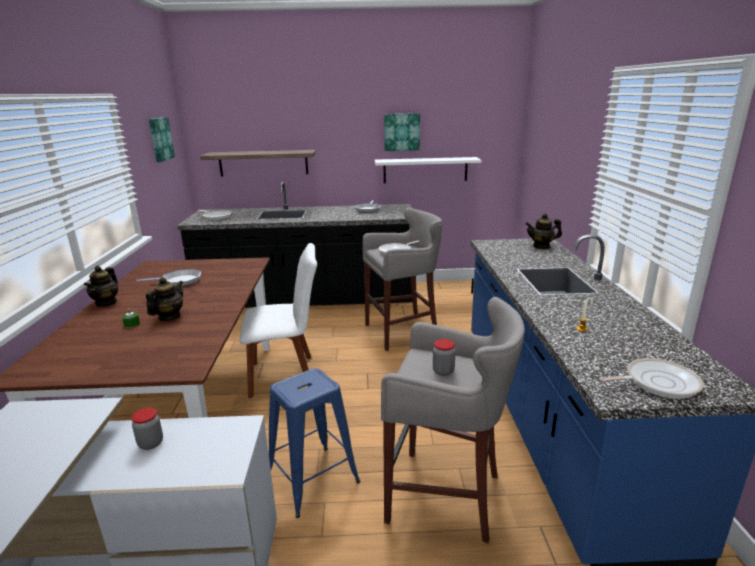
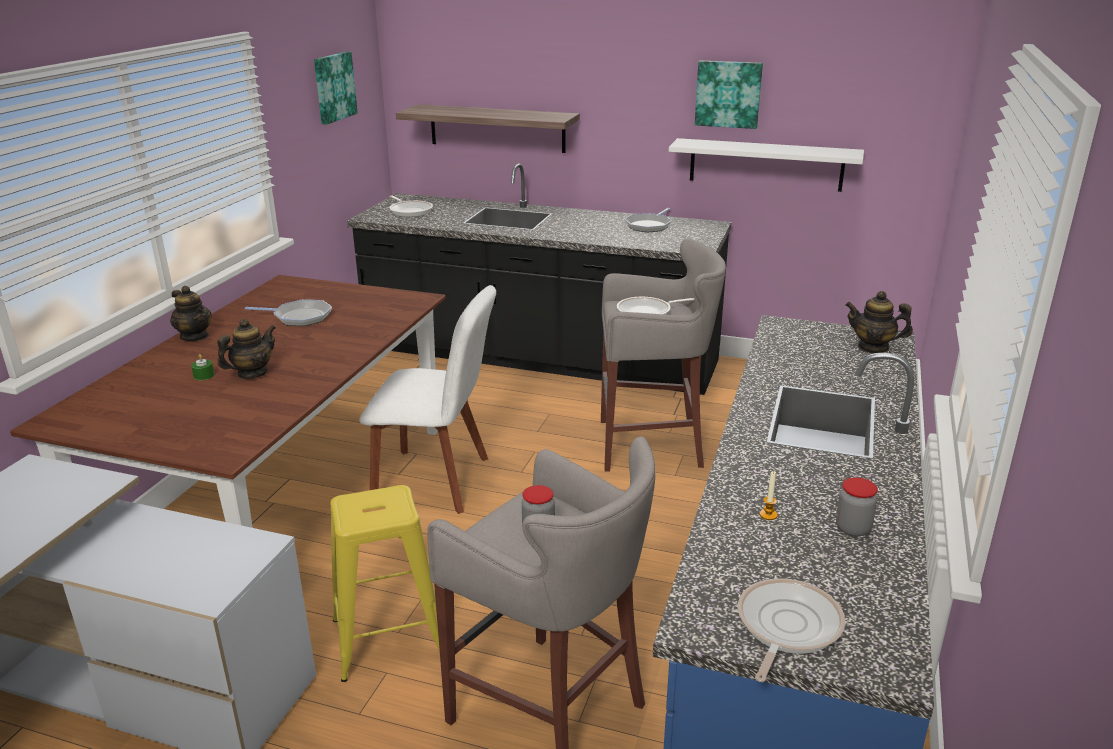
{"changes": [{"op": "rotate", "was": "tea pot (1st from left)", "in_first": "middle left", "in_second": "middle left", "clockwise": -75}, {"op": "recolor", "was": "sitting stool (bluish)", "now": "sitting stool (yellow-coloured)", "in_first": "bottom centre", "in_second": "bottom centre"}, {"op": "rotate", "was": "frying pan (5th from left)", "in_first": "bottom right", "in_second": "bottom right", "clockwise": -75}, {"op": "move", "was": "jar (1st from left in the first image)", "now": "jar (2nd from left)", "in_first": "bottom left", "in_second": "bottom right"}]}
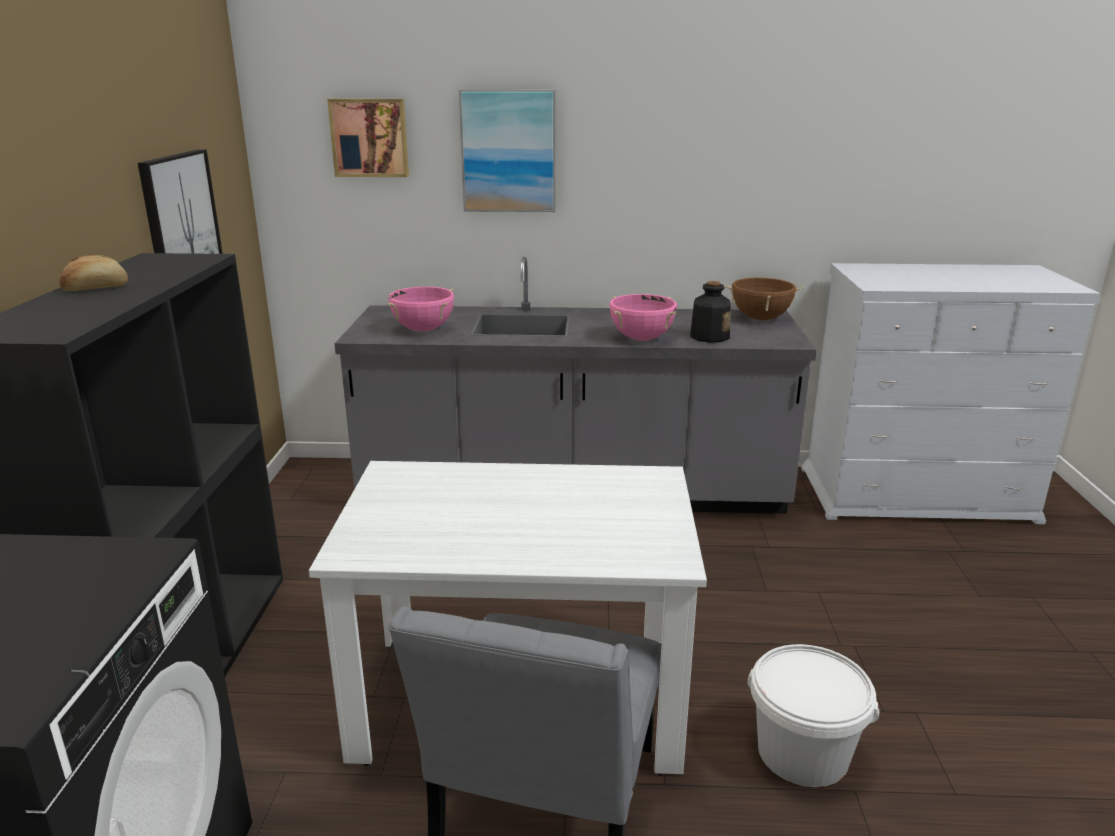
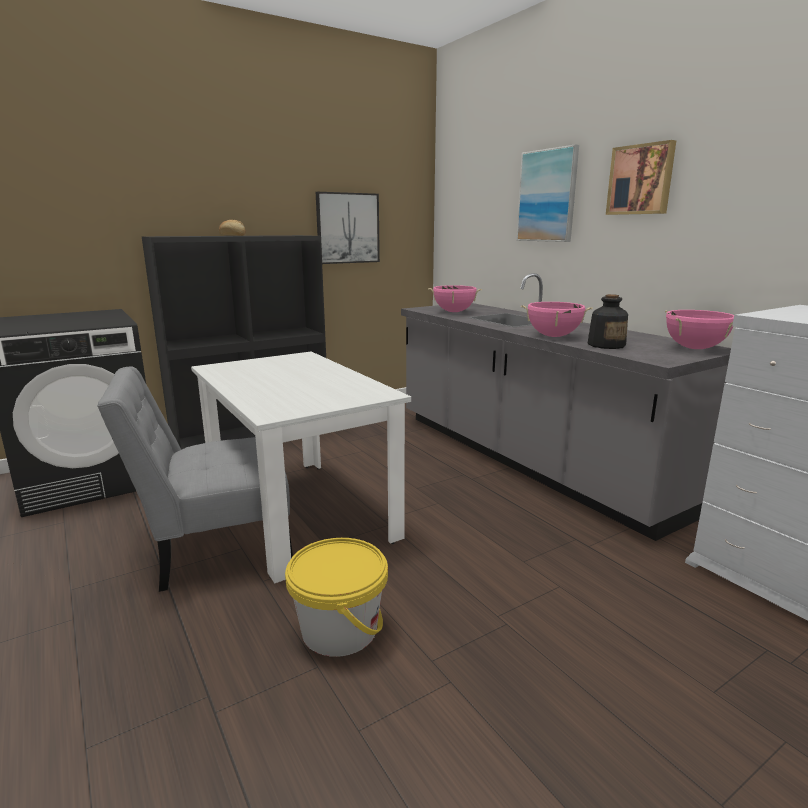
{"changes": [{"op": "recolor", "was": "pail (white)", "now": "pail (yellow-coloured)", "in_first": "bottom right", "in_second": "bottom centre"}, {"op": "move", "was": "picture (2nd from left in the first image)", "now": "picture (3rd from left)", "in_first": "top left", "in_second": "top right"}, {"op": "recolor", "was": "cooking pot (brown)", "now": "cooking pot (pinkish) (3rd from left)", "in_first": "middle right", "in_second": "middle right"}]}
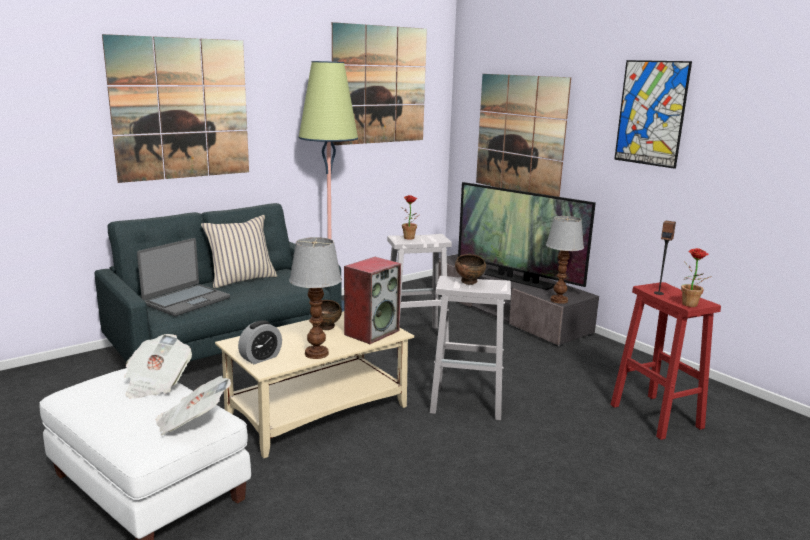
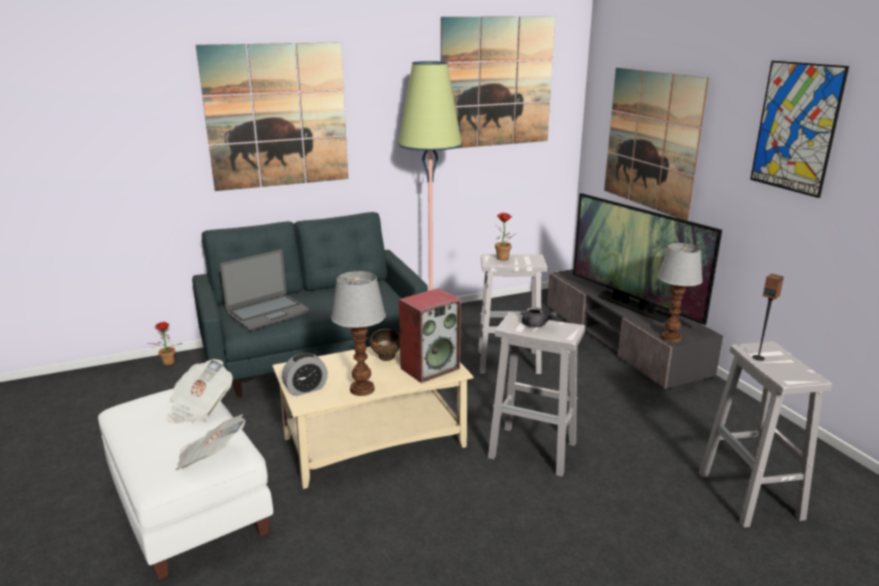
{"changes": [{"op": "move", "was": "potted plant (2nd from left in the first image)", "now": "potted plant (1st from left)", "in_first": "middle right", "in_second": "middle left"}, {"op": "replace", "was": "bowl (brown) (2nd from left)", "now": "tea pot (greyish)", "in_first": "centre", "in_second": "centre"}, {"op": "recolor", "was": "sitting stool (red-coloured)", "now": "sitting stool (white) (3rd from left)", "in_first": "bottom right", "in_second": "bottom right"}, {"op": "delete", "was": "throw pillow (beige)", "in_first": "middle left"}]}
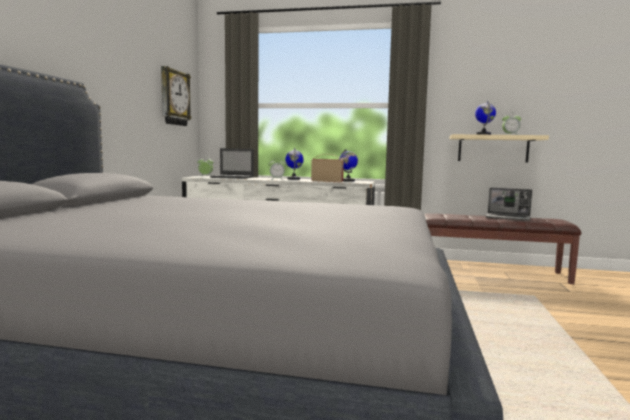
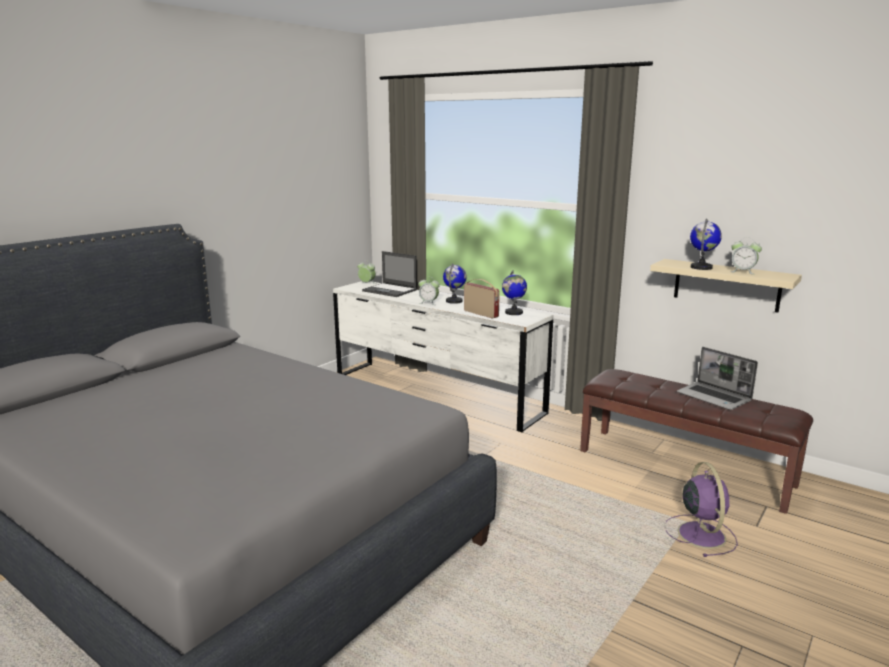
{"changes": [{"op": "insert", "now": "electric fan (purple)", "in_second": "bottom right"}, {"op": "delete", "was": "hanging clock", "in_first": "top left"}]}
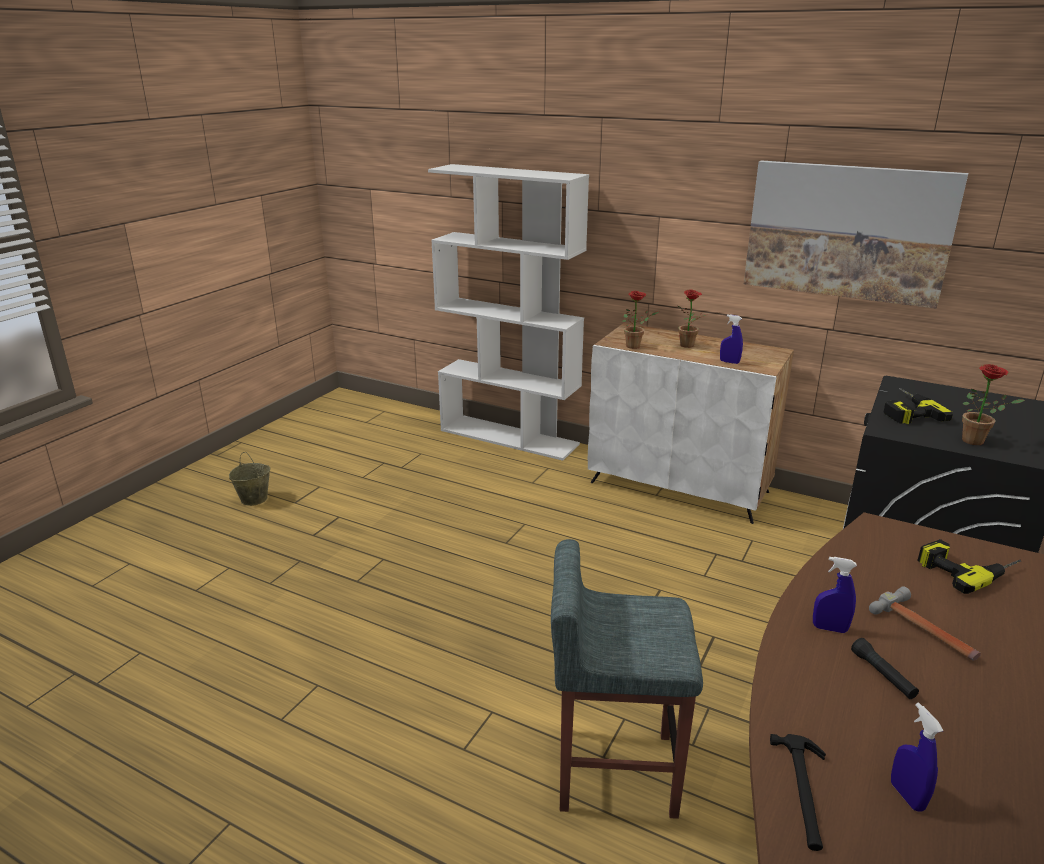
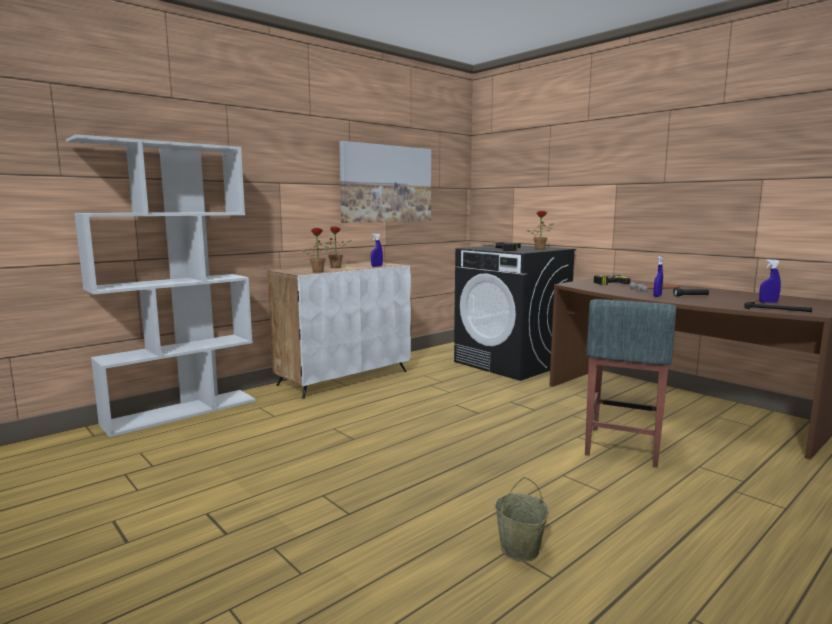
{"changes": [{"op": "move", "was": "pail (beige)", "in_first": "middle left", "in_second": "bottom centre"}]}
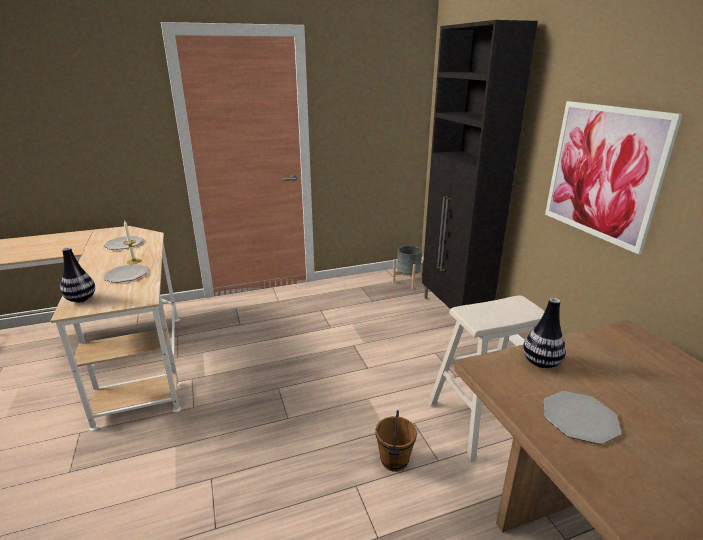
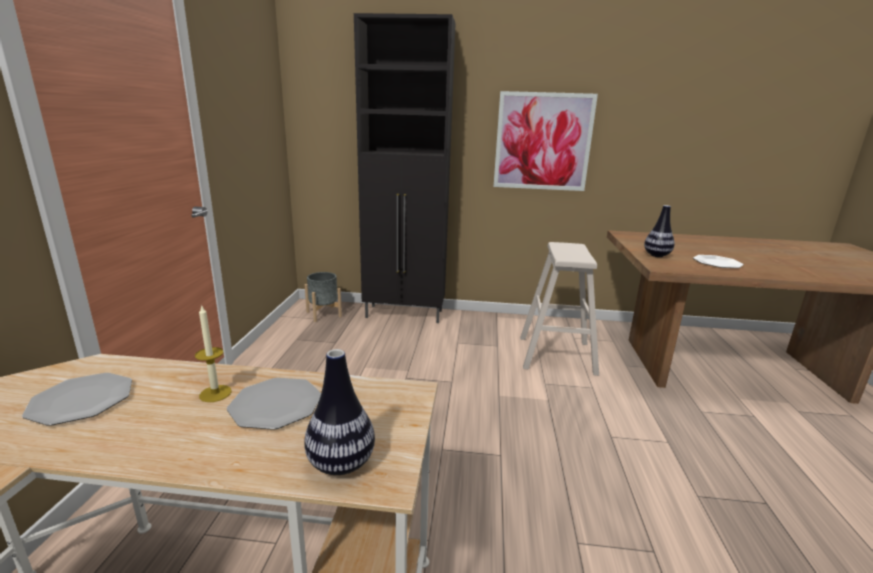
{"changes": [{"op": "delete", "was": "pail (brown)", "in_first": "bottom centre"}]}
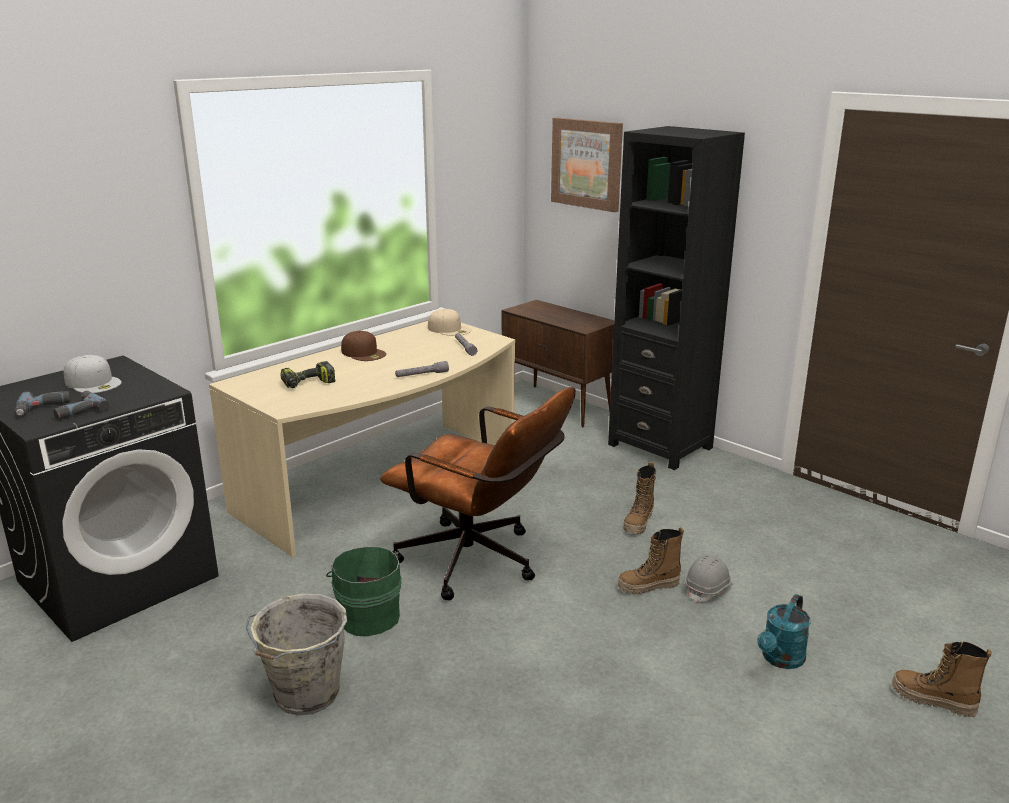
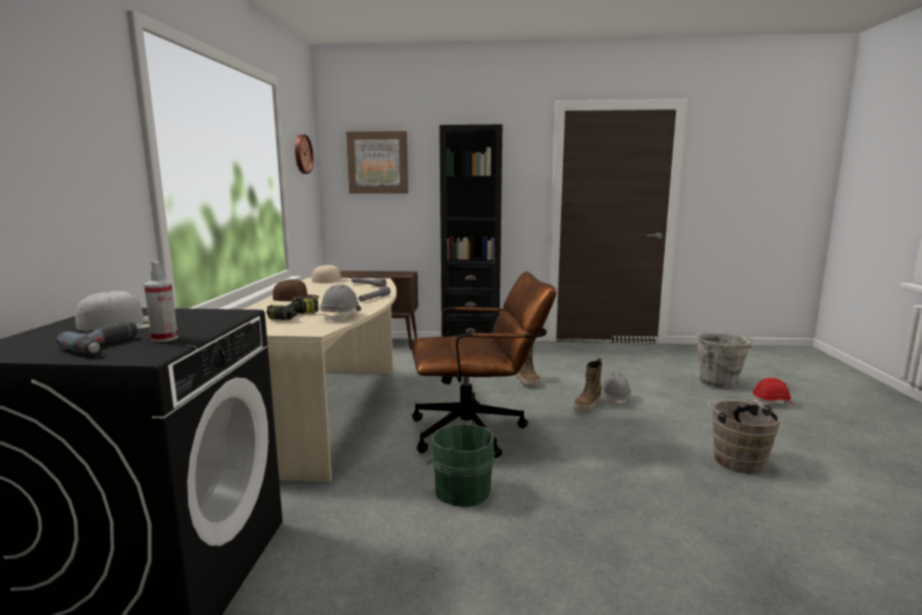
{"changes": [{"op": "replace", "was": "electric drill (2nd from left)", "now": "sprayer", "in_first": "middle left", "in_second": "middle left"}, {"op": "insert", "now": "hanging clock", "in_second": "top left"}, {"op": "insert", "now": "hard hat (greyish) (1st from left)", "in_second": "centre"}, {"op": "move", "was": "pail (greyish)", "in_first": "bottom left", "in_second": "middle right"}, {"op": "insert", "now": "pail (brown)", "in_second": "bottom right"}, {"op": "replace", "was": "tall boot (3rd from left)", "now": "hard hat (red-coloured)", "in_first": "bottom right", "in_second": "middle right"}, {"op": "delete", "was": "sprinkling can (turquoise)", "in_first": "bottom right"}]}
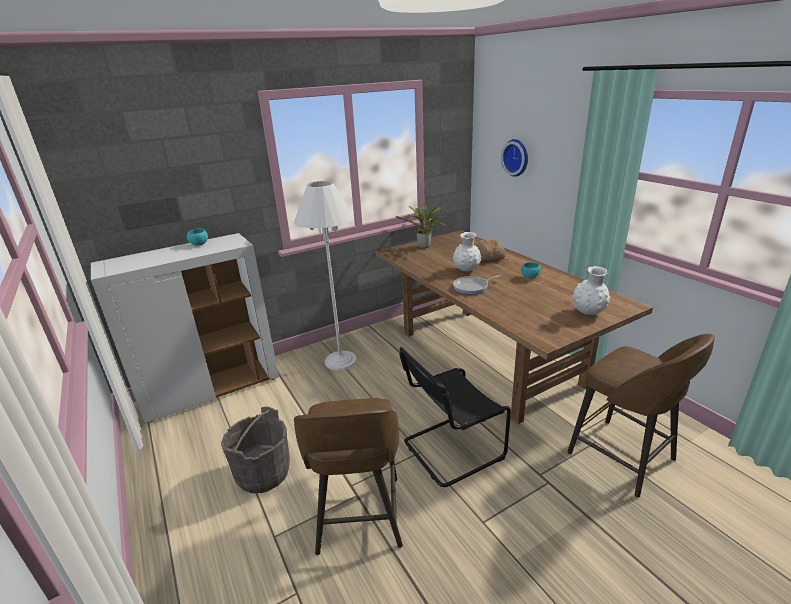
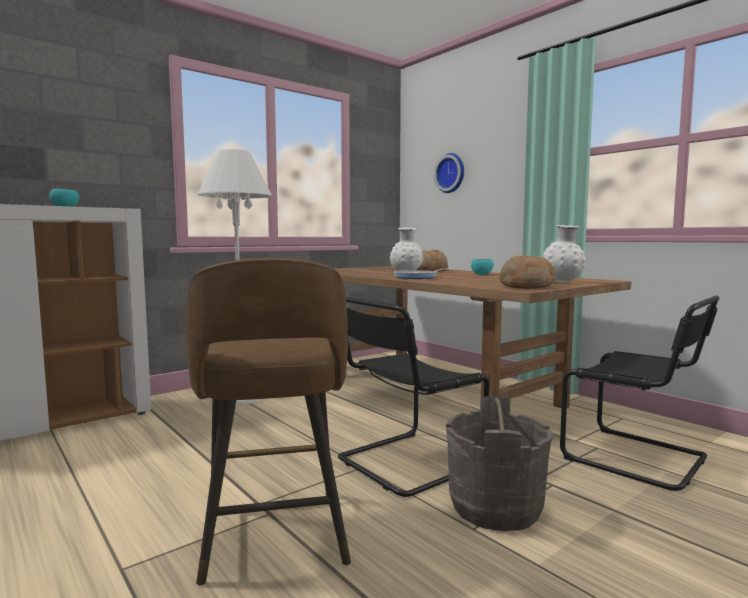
{"changes": [{"op": "move", "was": "pail (greyish)", "in_first": "bottom left", "in_second": "bottom right"}, {"op": "insert", "now": "bread (2nd from left)", "in_second": "middle right"}, {"op": "replace", "was": "sitting stool (brown) (2nd from left)", "now": "upright chair (black) (2nd from left)", "in_first": "bottom right", "in_second": "middle right"}, {"op": "delete", "was": "potted plant", "in_first": "centre"}]}
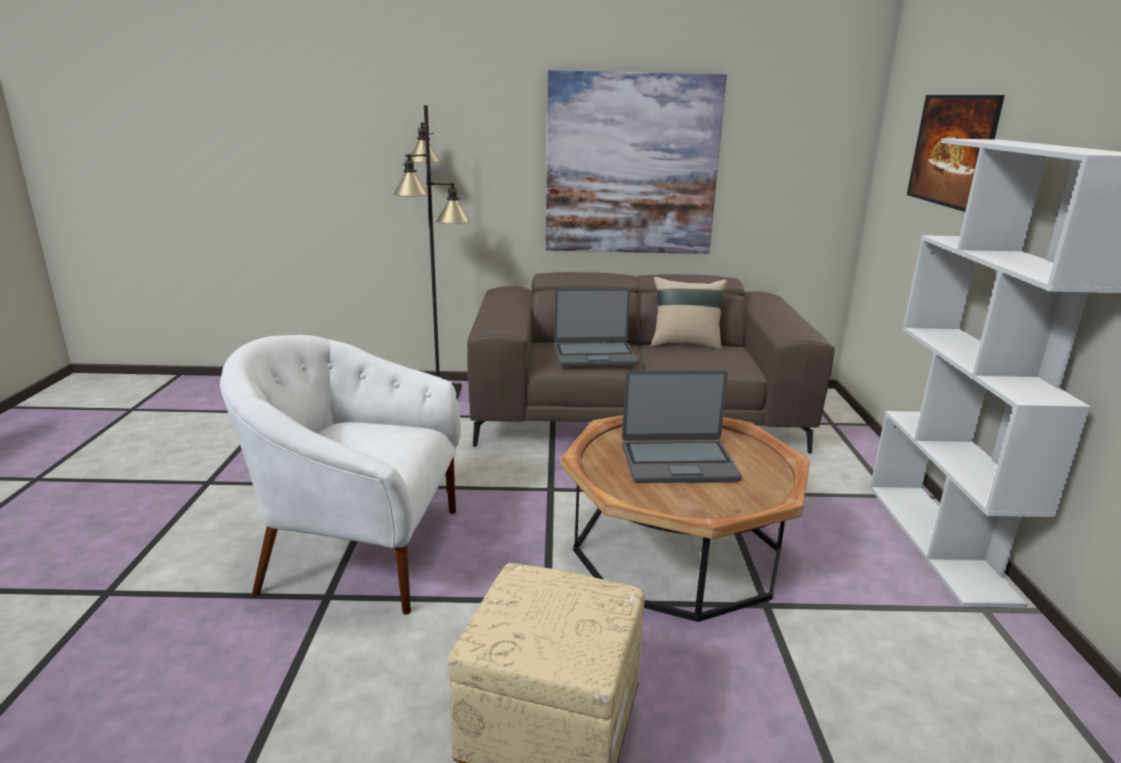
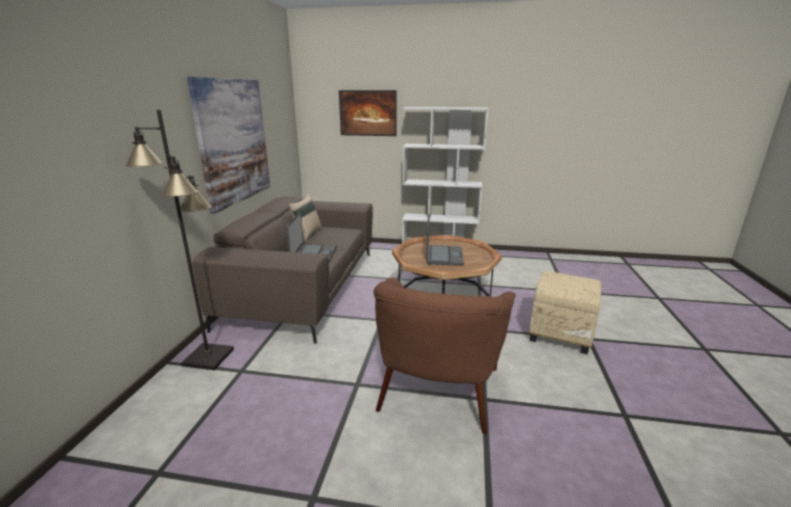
{"changes": [{"op": "recolor", "was": "armchair (white)", "now": "armchair (brown)", "in_first": "middle left", "in_second": "bottom centre"}]}
